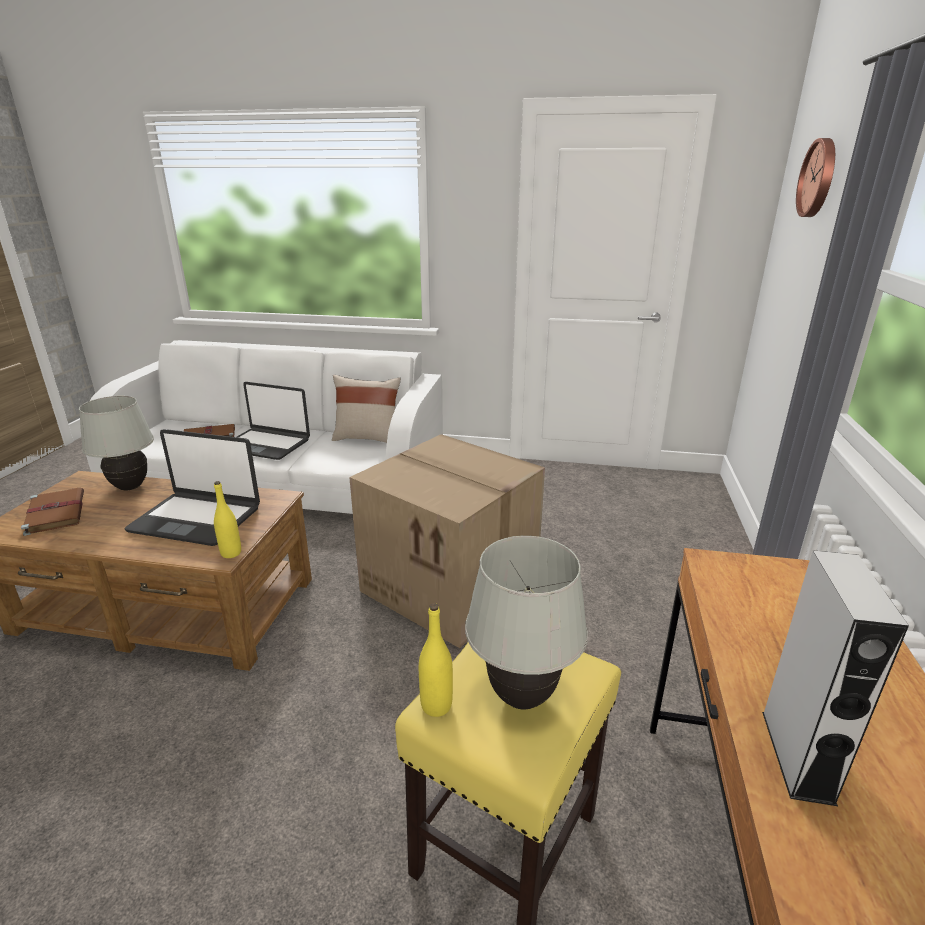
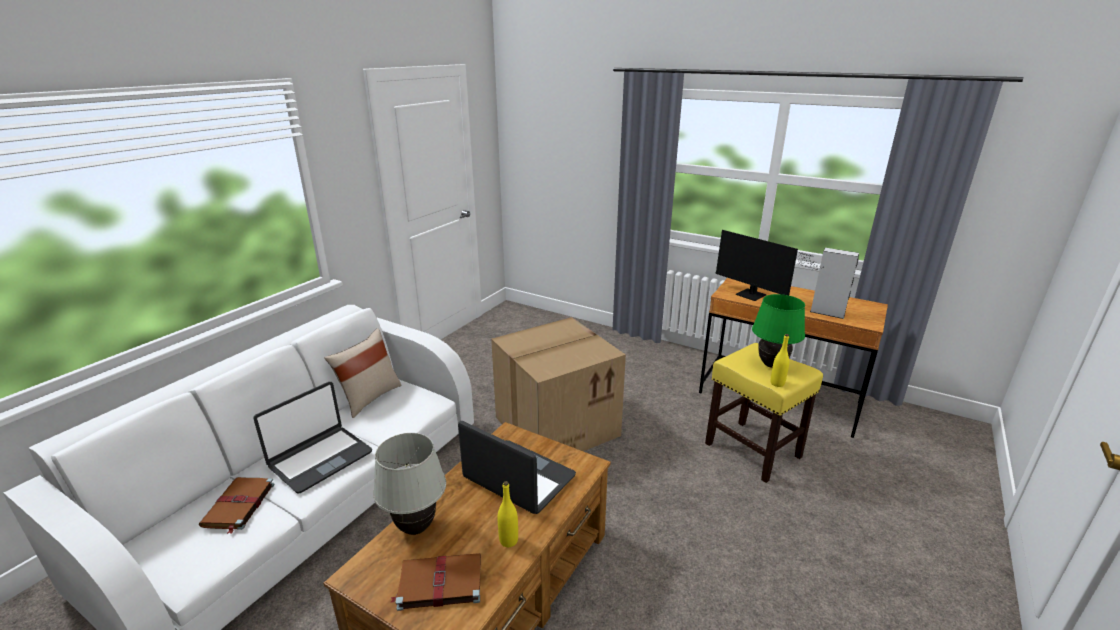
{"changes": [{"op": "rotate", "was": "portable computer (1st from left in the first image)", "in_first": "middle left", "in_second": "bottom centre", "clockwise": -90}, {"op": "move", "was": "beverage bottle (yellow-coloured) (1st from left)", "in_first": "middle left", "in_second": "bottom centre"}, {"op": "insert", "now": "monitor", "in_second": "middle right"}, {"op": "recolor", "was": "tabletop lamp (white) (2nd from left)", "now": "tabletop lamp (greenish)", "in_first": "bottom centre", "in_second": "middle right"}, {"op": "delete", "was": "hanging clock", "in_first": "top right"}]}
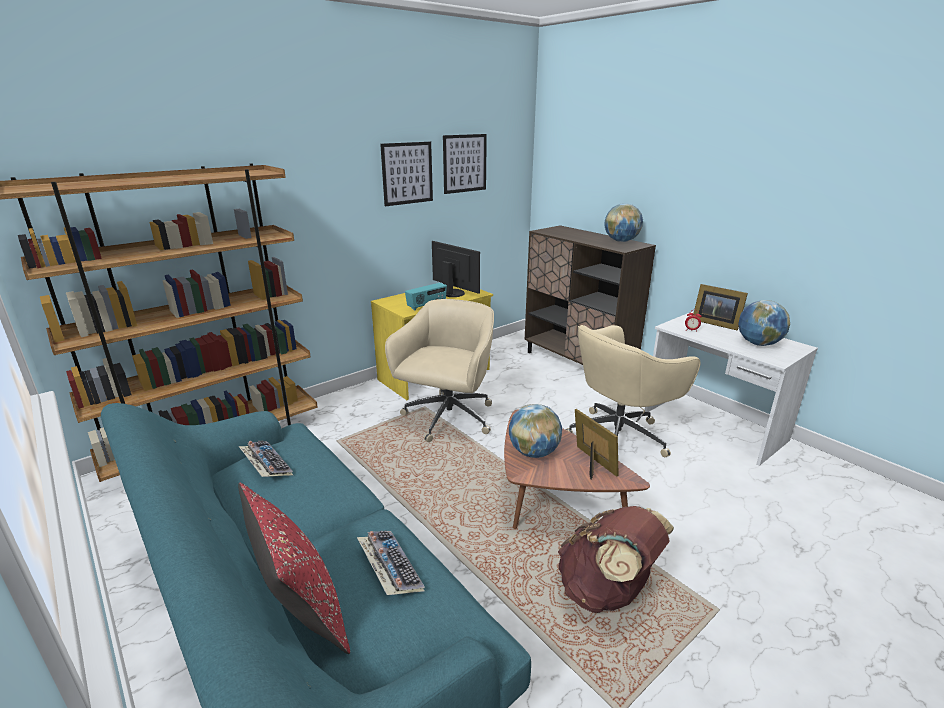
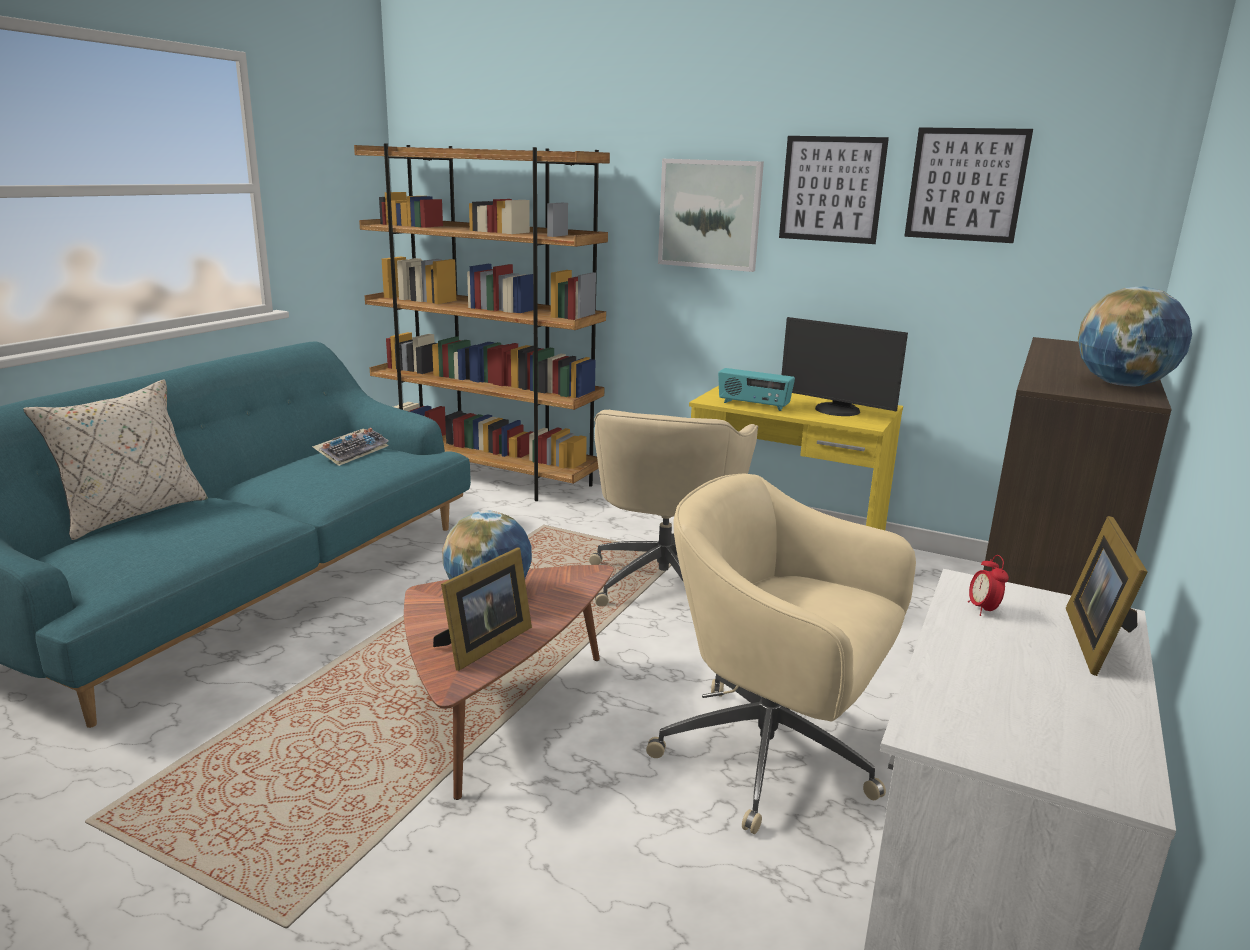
{"changes": [{"op": "recolor", "was": "throw pillow (red-coloured)", "now": "throw pillow (beige)", "in_first": "bottom left", "in_second": "middle left"}, {"op": "rotate", "was": "office chair (beige) (1st from left)", "in_first": "centre", "in_second": "centre", "clockwise": 105}, {"op": "insert", "now": "picture (1st from left)", "in_second": "top centre"}, {"op": "rotate", "was": "monitor", "in_first": "centre", "in_second": "middle right", "clockwise": 105}, {"op": "delete", "was": "computer keyboard (2nd from left)", "in_first": "bottom centre"}, {"op": "delete", "was": "rucksack (brown)", "in_first": "bottom centre"}, {"op": "delete", "was": "globe (3rd from left)", "in_first": "middle right"}]}
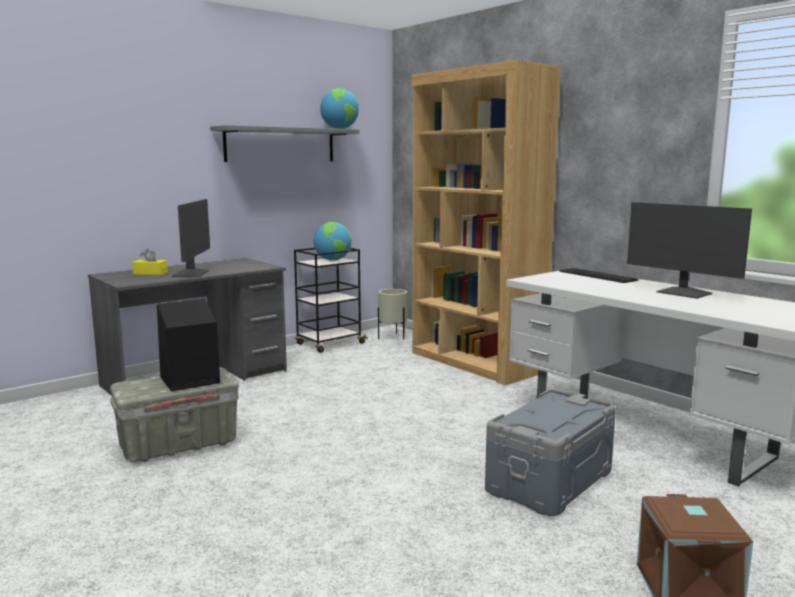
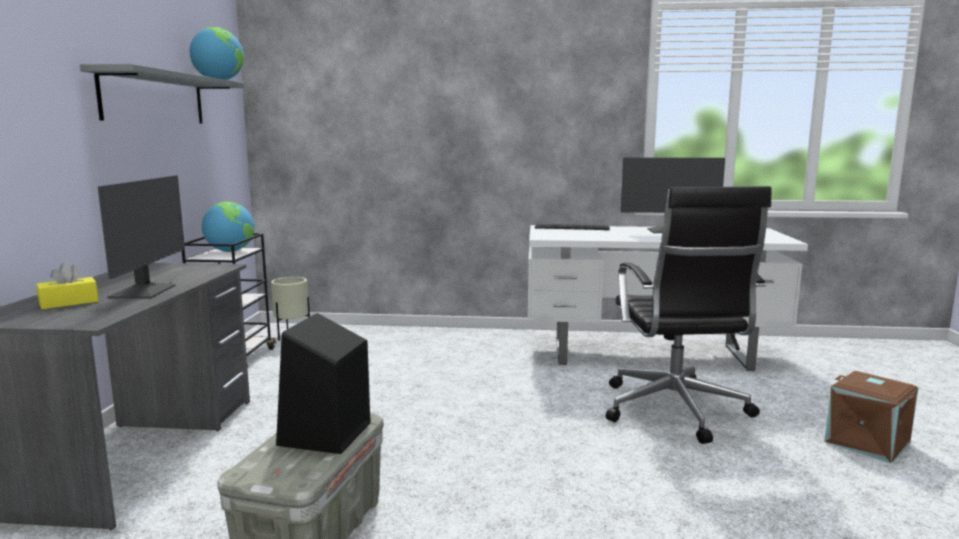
{"changes": [{"op": "rotate", "was": "monitor (1st from left)", "in_first": "middle left", "in_second": "middle left", "clockwise": 45}, {"op": "replace", "was": "storage container (greyish) (2nd from left)", "now": "office chair (black)", "in_first": "bottom right", "in_second": "middle right"}, {"op": "delete", "was": "bookshelf (brown)", "in_first": "centre"}]}
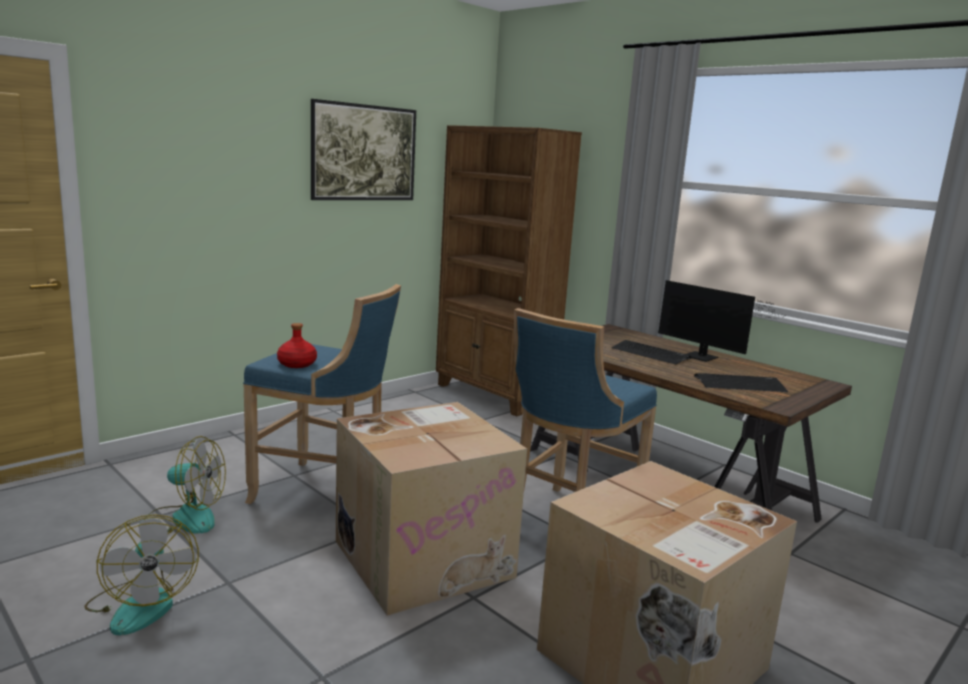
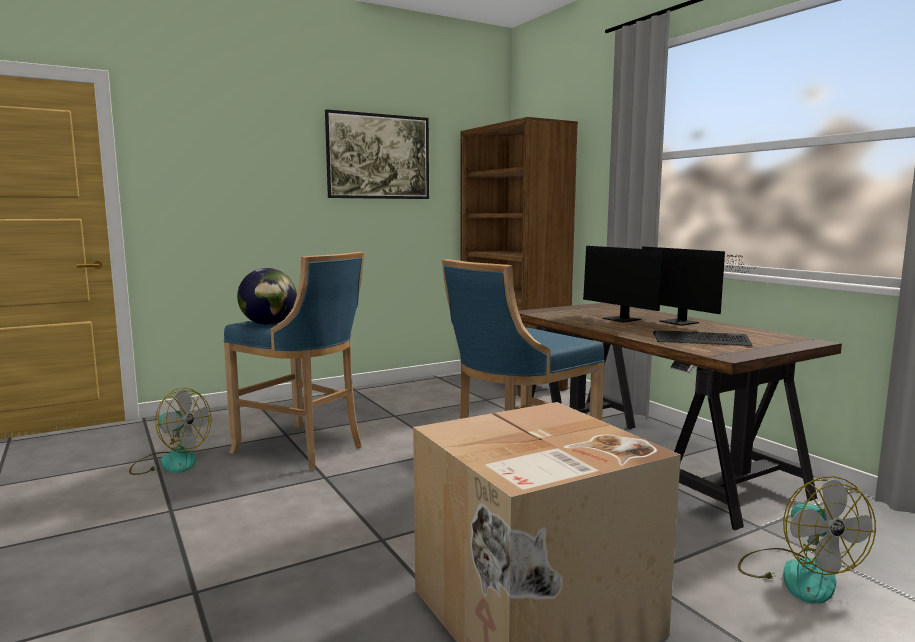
{"changes": [{"op": "replace", "was": "beverage bottle (red-coloured)", "now": "globe", "in_first": "middle left", "in_second": "middle left"}, {"op": "replace", "was": "computer keyboard (1st from left)", "now": "monitor (1st from left)", "in_first": "middle right", "in_second": "middle right"}, {"op": "move", "was": "electric fan (1st from left in the first image)", "now": "electric fan (2nd from left)", "in_first": "bottom left", "in_second": "bottom right"}, {"op": "delete", "was": "carton (1st from left)", "in_first": "bottom centre"}]}
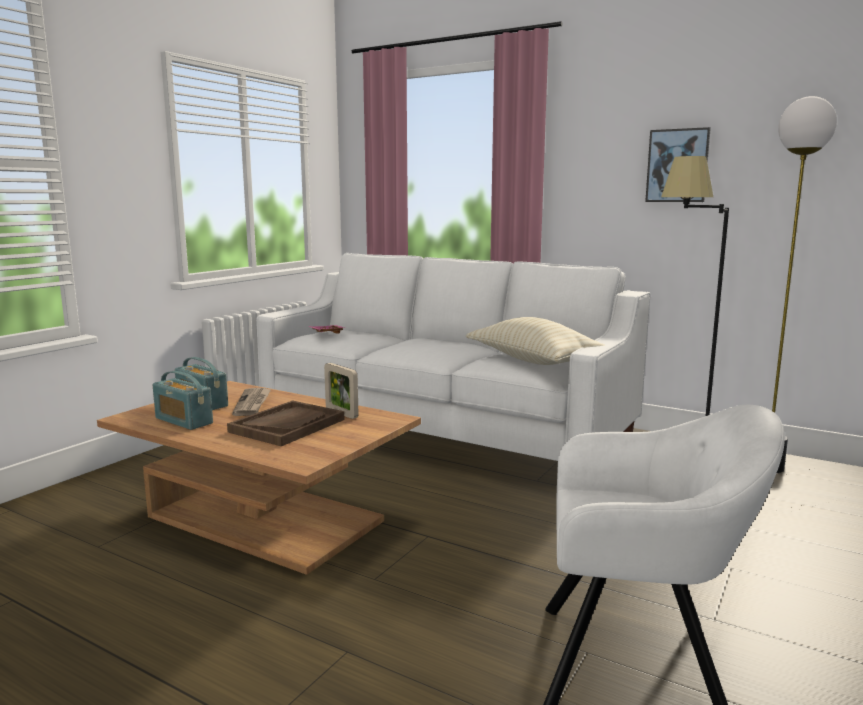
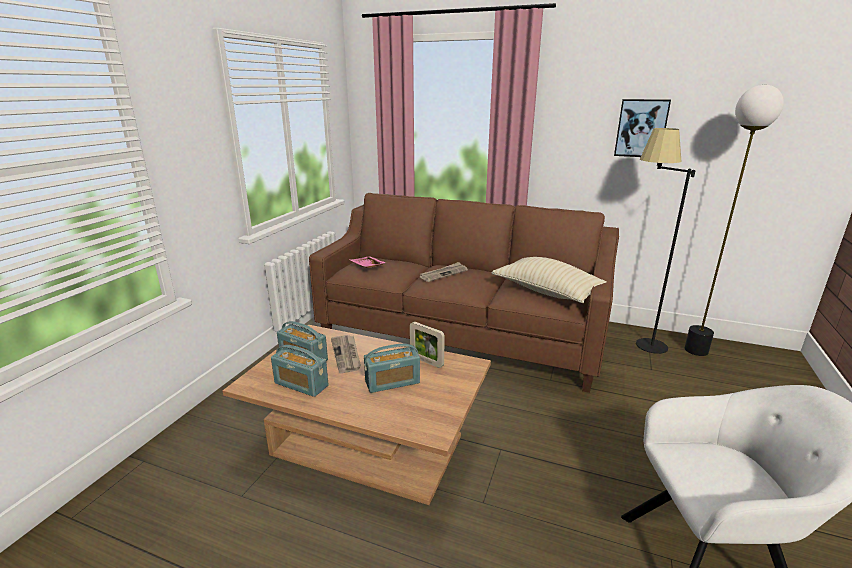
{"changes": [{"op": "recolor", "was": "settee (white)", "now": "settee (brown)", "in_first": "centre", "in_second": "centre"}, {"op": "replace", "was": "carrying tray (brown)", "now": "radio (3rd from left)", "in_first": "middle left", "in_second": "centre"}, {"op": "insert", "now": "newspaper (2nd from left)", "in_second": "centre"}]}
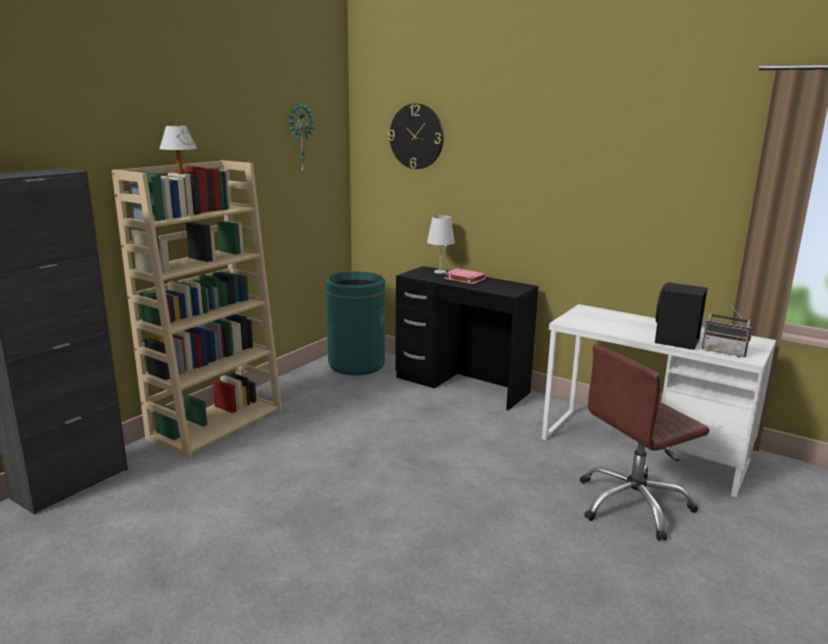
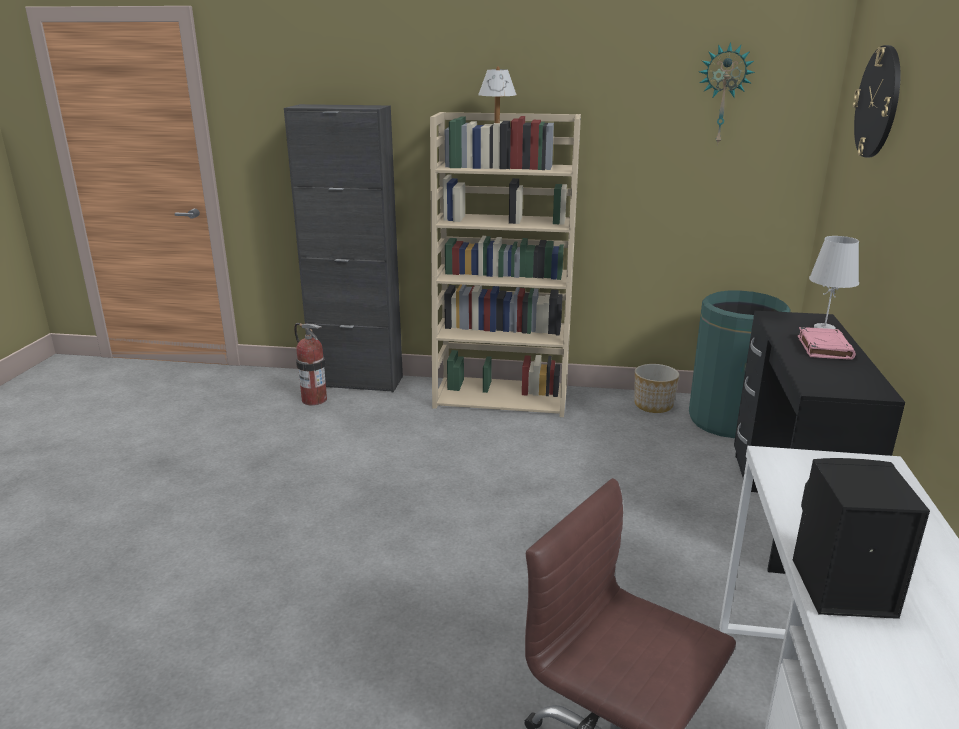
{"changes": [{"op": "insert", "now": "fire extinguisher", "in_second": "middle left"}, {"op": "insert", "now": "planter", "in_second": "middle right"}, {"op": "delete", "was": "radio", "in_first": "middle right"}]}
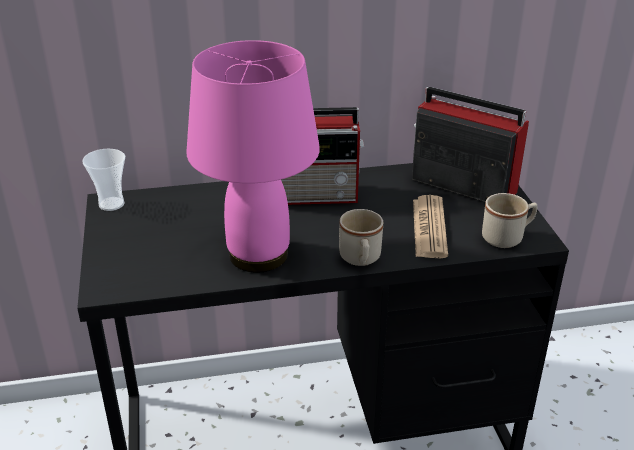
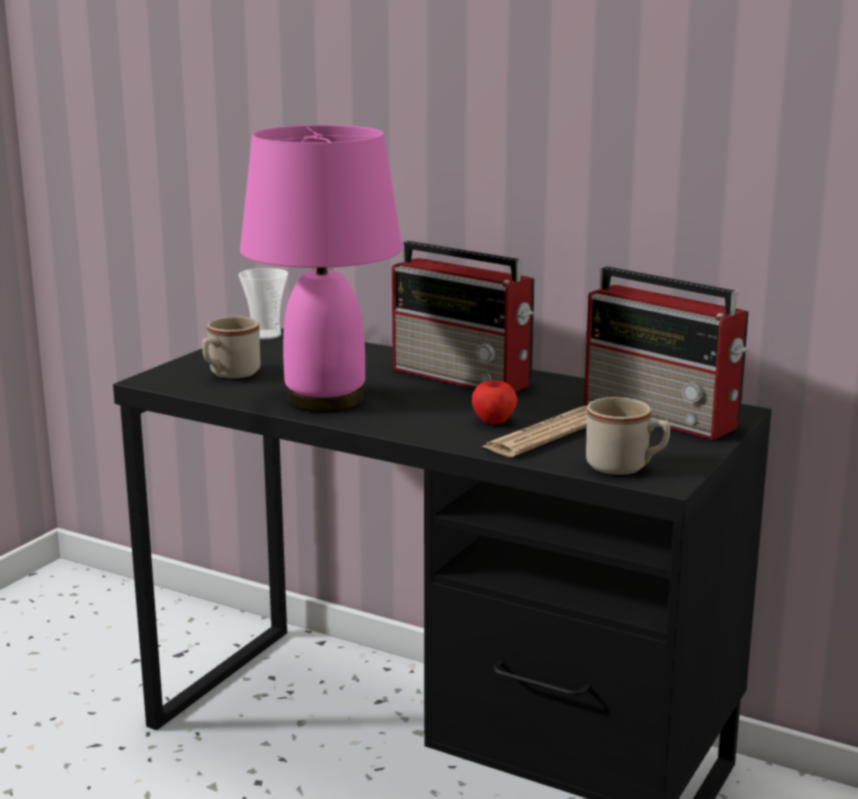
{"changes": [{"op": "move", "was": "tea mug (beige) (1st from left)", "in_first": "centre", "in_second": "middle left"}, {"op": "insert", "now": "apple", "in_second": "centre"}, {"op": "rotate", "was": "radio (2nd from left)", "in_first": "top right", "in_second": "middle right", "clockwise": 150}]}
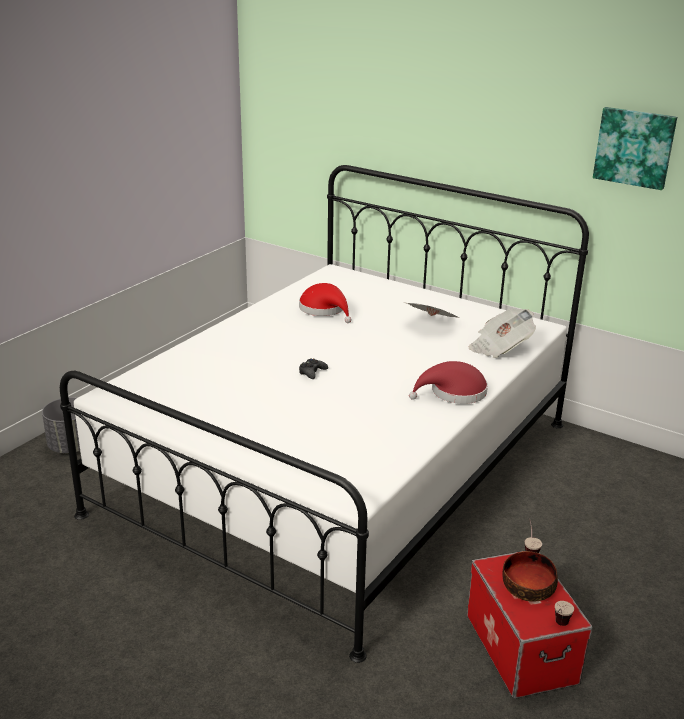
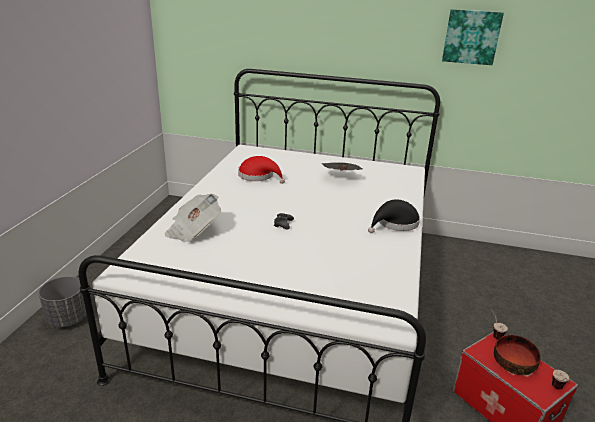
{"changes": [{"op": "move", "was": "newspaper (2nd from left in the first image)", "now": "newspaper (1st from left)", "in_first": "middle right", "in_second": "middle left"}, {"op": "recolor", "was": "wearable hat (red-coloured) (2nd from left)", "now": "wearable hat (black)", "in_first": "centre", "in_second": "centre"}]}
